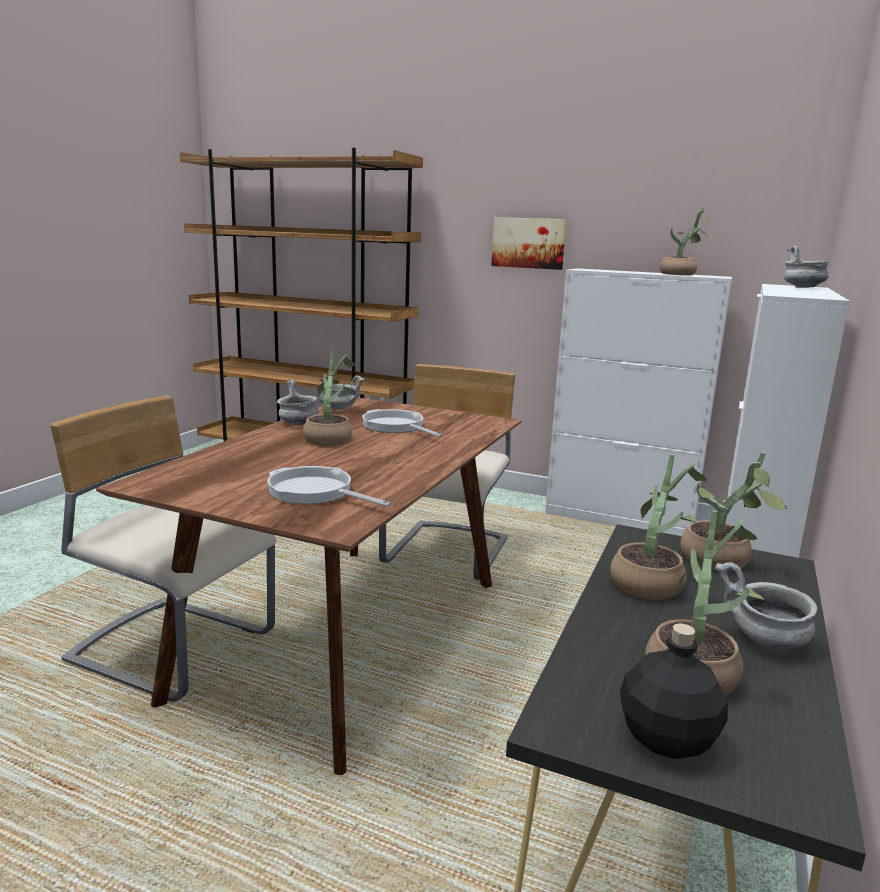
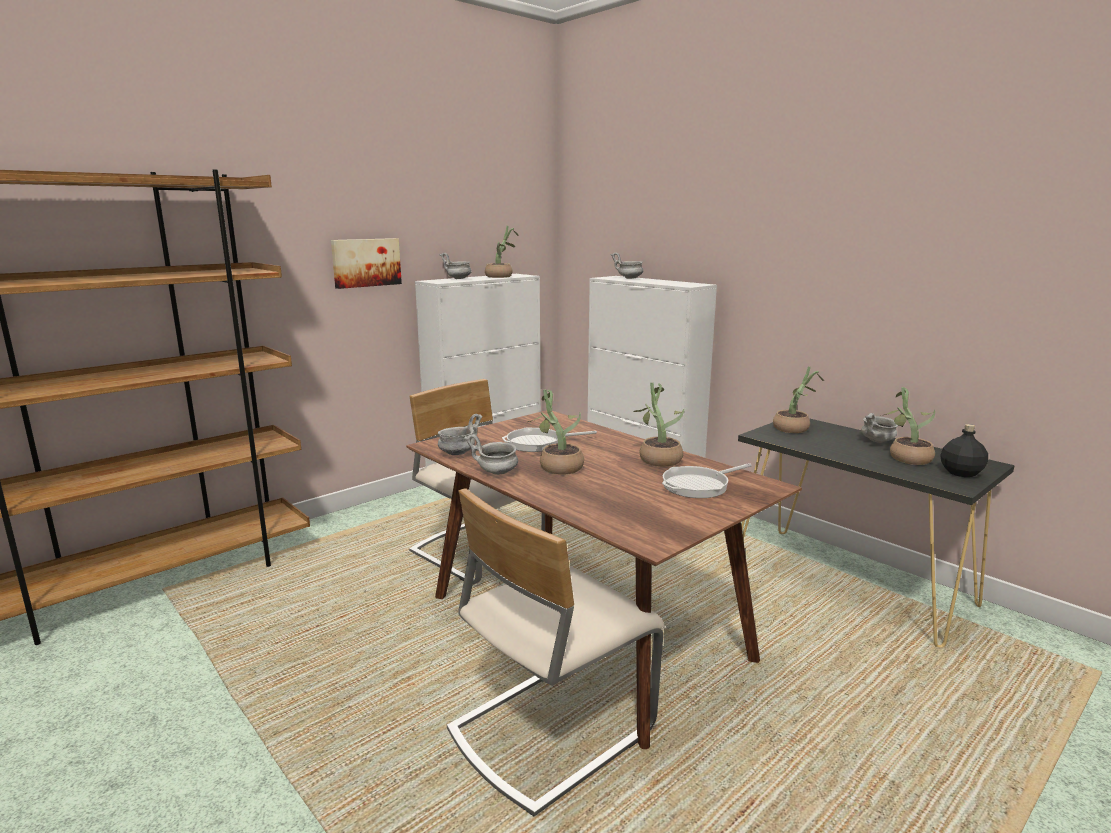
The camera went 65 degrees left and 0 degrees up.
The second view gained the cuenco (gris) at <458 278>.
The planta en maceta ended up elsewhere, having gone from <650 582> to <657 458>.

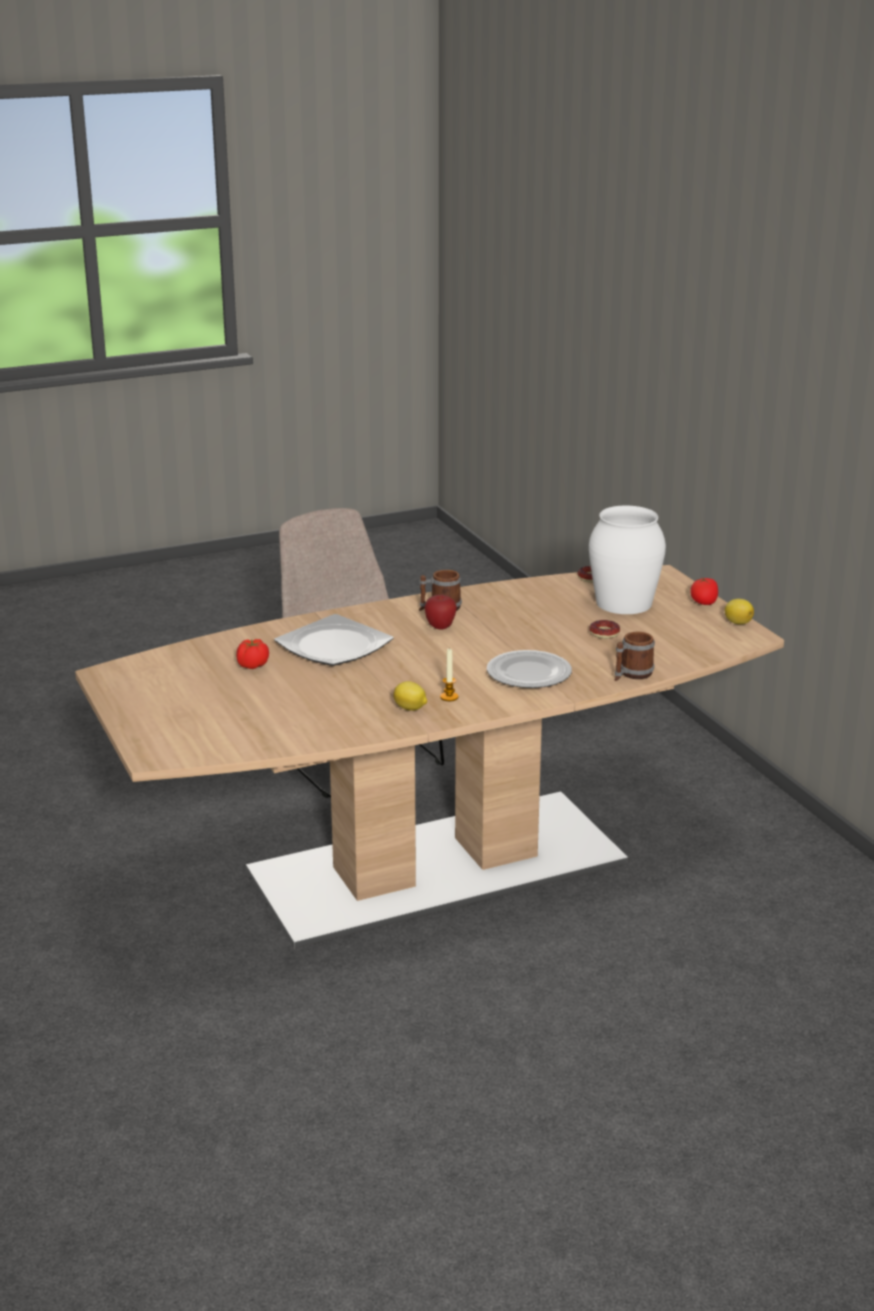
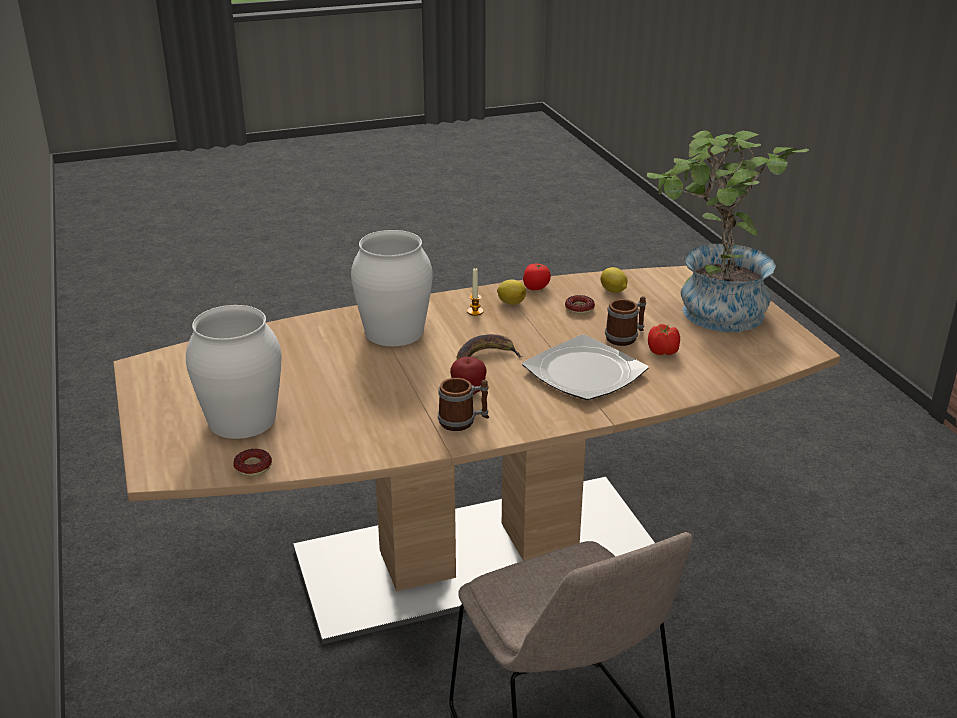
The camera went 175 degrees left and 5 degrees up.
Where the plato stood at <529 674>, the florero (blanco) came to stand at <394 331>.
The second view gained the plátano at <486 356>.
The tomate ended up elsewhere, having gone from <704 603> to <536 287>.
The rosquilla ended up elsewhere, having gone from <604 633> to <579 308>.
The limón ended up elsewhere, having gone from <737 622> to <613 291>.
The taza grande ended up elsewhere, having gone from <631 675> to <626 337>.
The second view gained the planta en maceta at <711 314>.

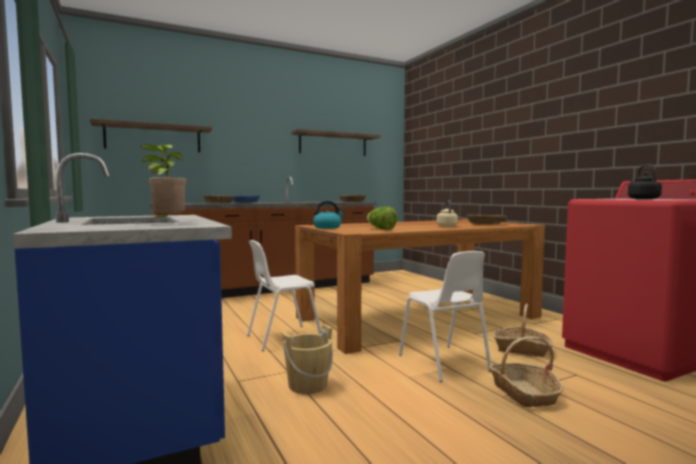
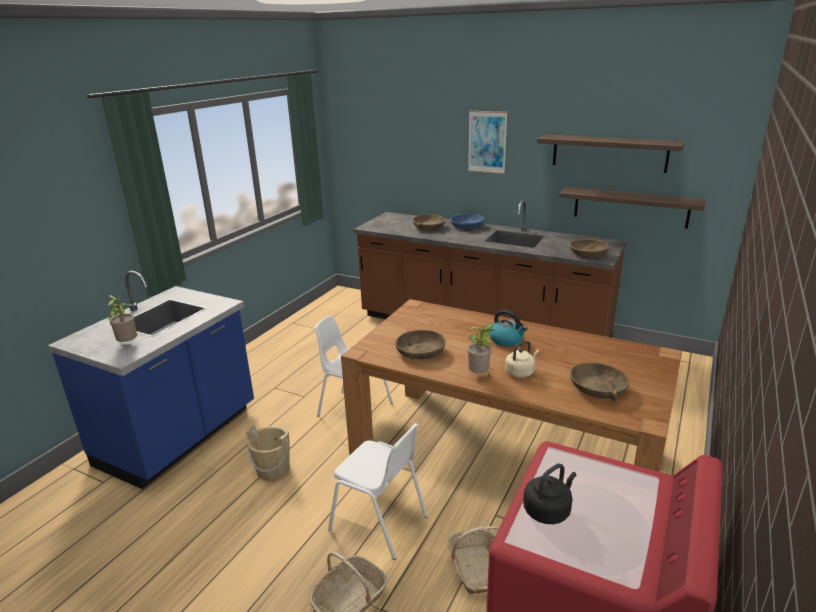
The camera went 55 degrees right and 20 degrees up.
The silla (blanco) at <444 363> ended up facing another way, 90 degrees counterclockwise from before.
Where the lechuga stood at <381 229>, the cuenco (marrón) came to stand at <420 352>.
The second view gained the planta en maceta at <479 375>.
The second view gained the cuadro at <487 142>.
The hervidor ended up elsewhere, having gone from <327 227> to <507 340>.
The estante ended up elsewhere, having gone from <153 138> to <630 207>.

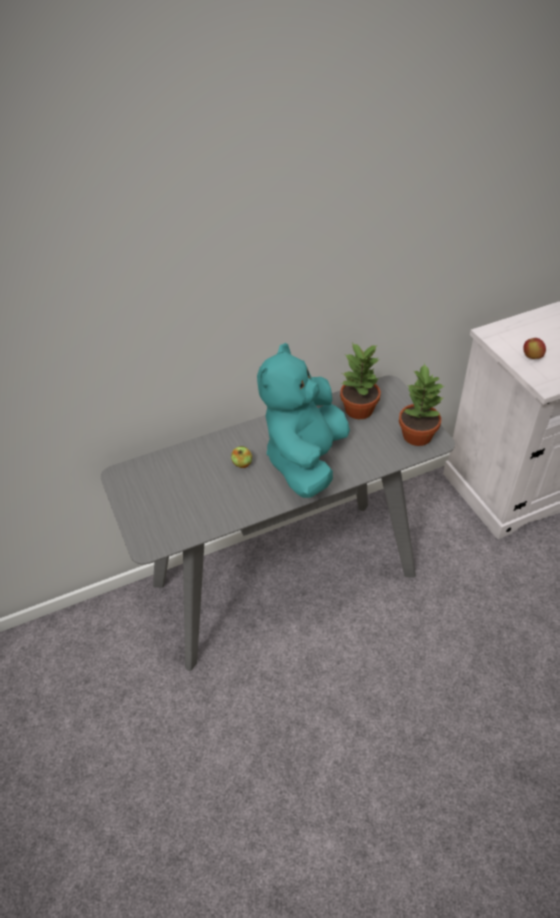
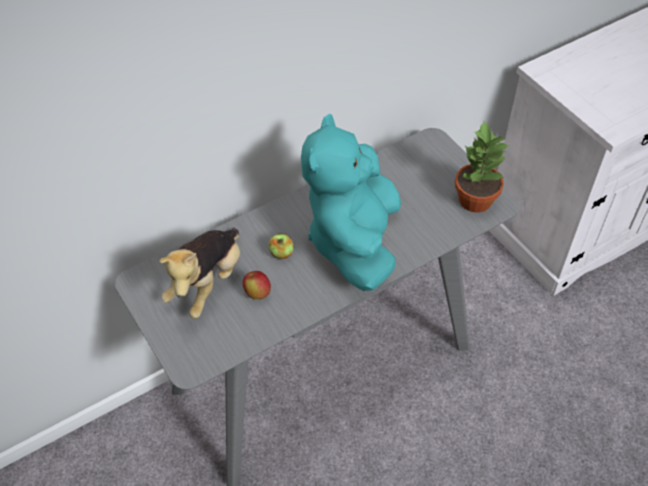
The camera went 10 degrees left and 5 degrees up.
The second view gained the peluche at <207 283>.
The manzana ended up elsewhere, having gone from <532 357> to <257 293>.
The second view lost the planta en maceta at <359 410>.

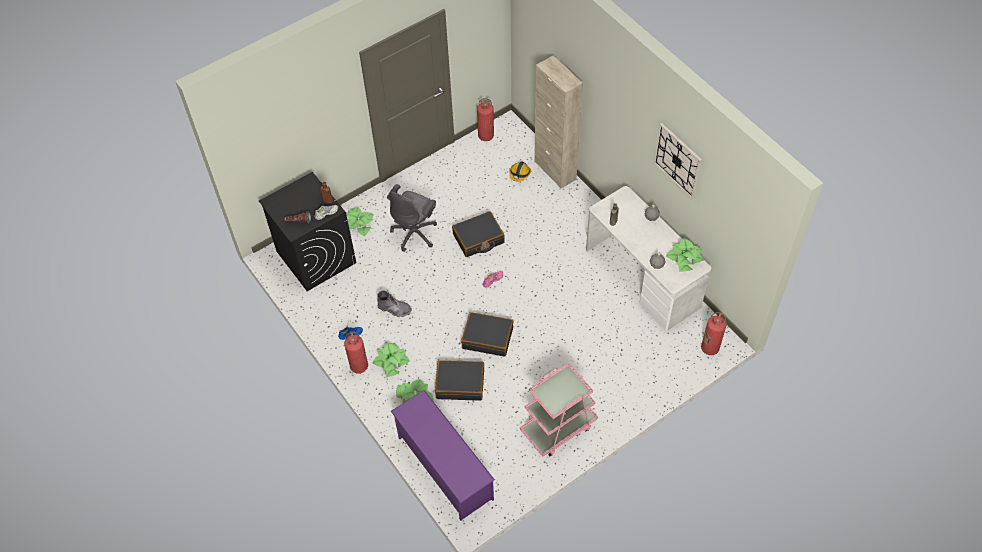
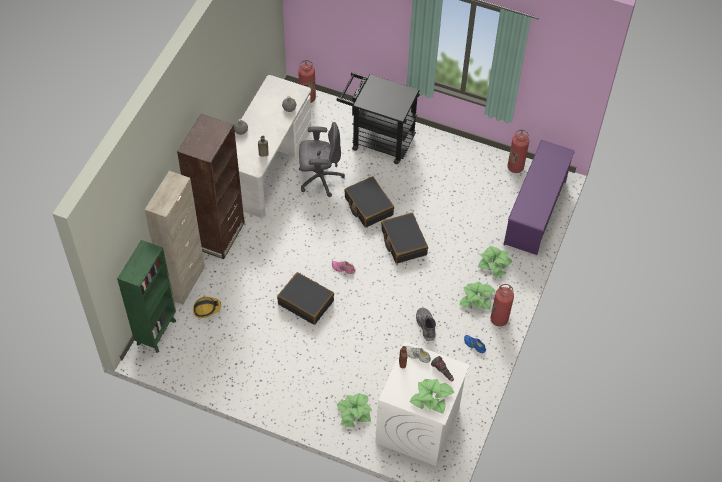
The camera went 125 degrees left and 0 degrees up.
The second view gained the estantería (verde) at <157 331>.
The second view gained the estantería (marrón) at <219 235>.
The silla de oficina (gris) ended up elsewhere, having gone from <415 233> to <319 178>.
The second view gained the carrito (negro) at <377 140>.
The maleta (negro) ended up elsewhere, having gone from <460 384> to <368 206>.
What was the lavadora (negro) at <315 256> turned into the lavadora (blanco) at <417 426>.
The planta en maceta ended up elsewhere, having gone from <684 258> to <431 398>.
The extintor ended up elsewhere, having gone from <486 136> to <515 167>.
The second view lost the carrito (rosa) at <558 427>.
The second view lost the reloj de pared at <677 160>.

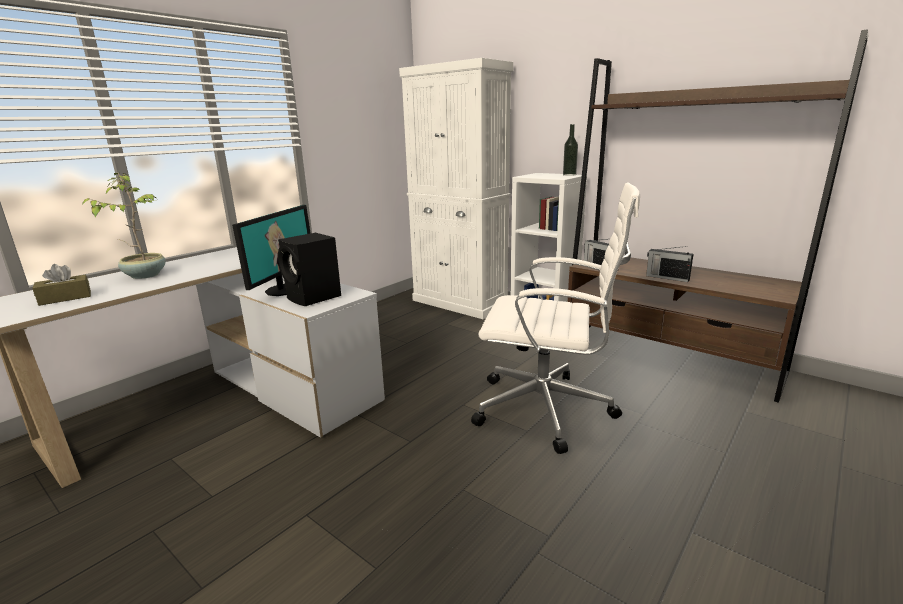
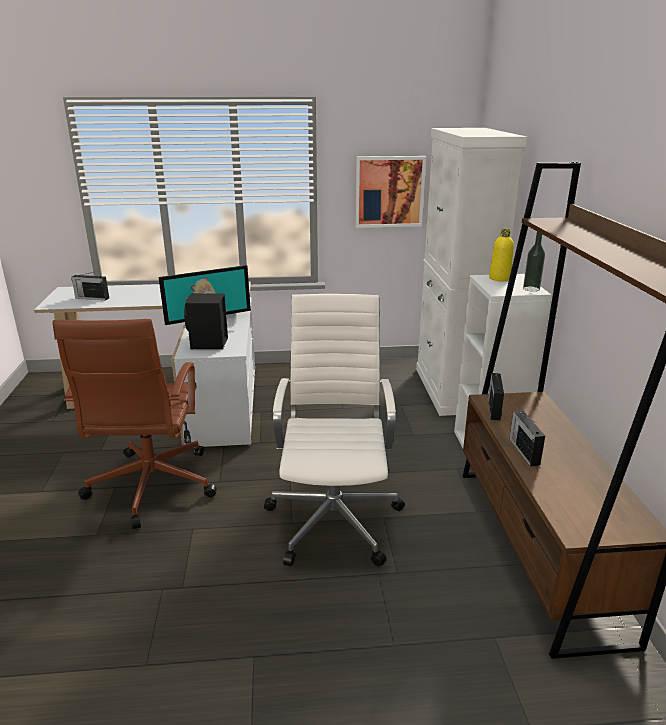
The camera went 45 degrees right and 5 degrees up.
The second view gained the silla de oficina (marrón) at <151 487>.
Where the caja de pañuelos (marrón) stood at <65 298>, the radio came to stand at <91 298>.
The silla de oficina (blanco) at <547 409> ended up facing another way, 150 degrees counterclockwise from before.
The second view gained the cuadro at <389 191>.
The second view gained the botella (amarillo) at <499 278>.
The second view lost the planta en maceta at <144 275>.

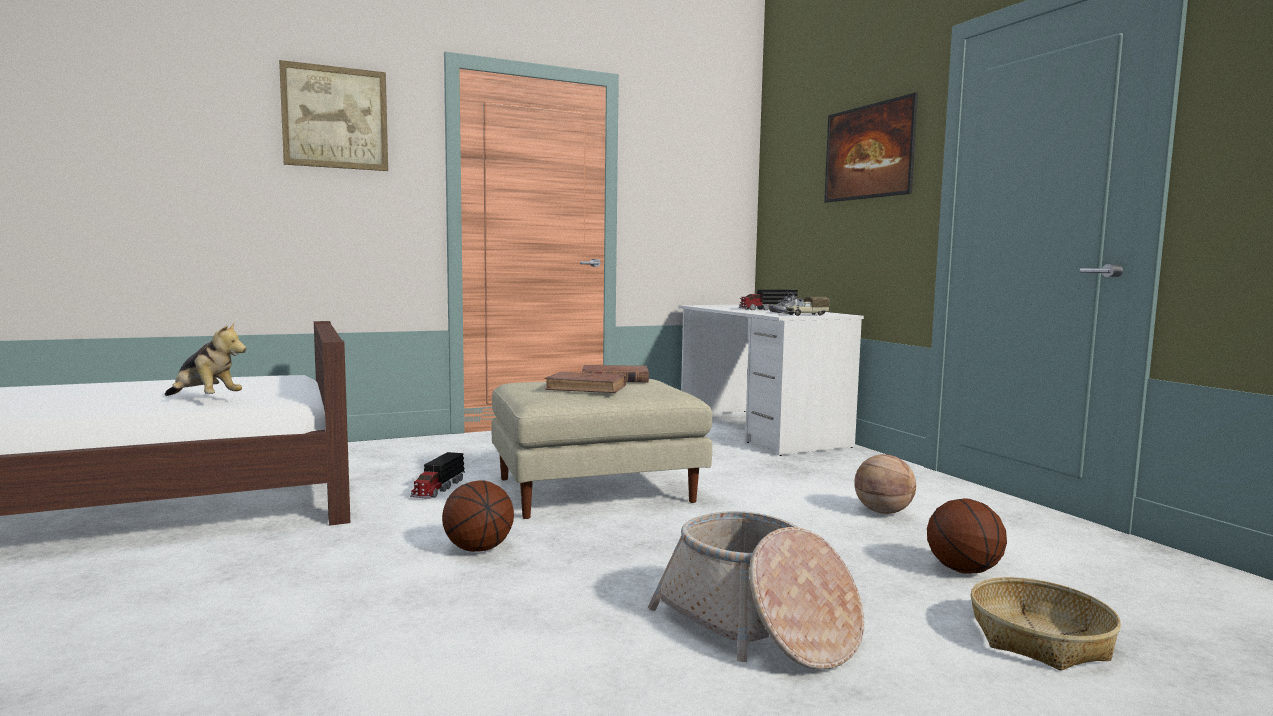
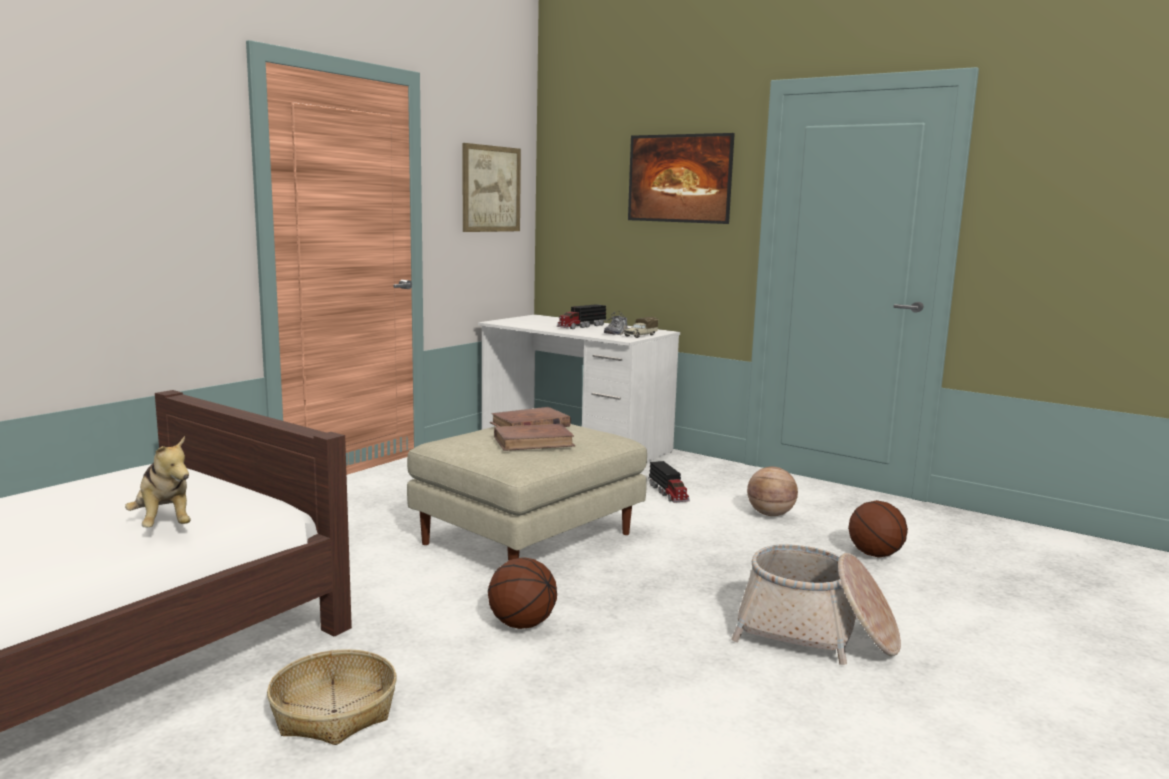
The camera went 30 degrees left and 5 degrees up.
The peluche at <205 400> ended up facing another way, 60 degrees clockwise from before.
The cesta ended up elsewhere, having gone from <1040 639> to <334 711>.
The cuadro ended up elsewhere, having gone from <335 118> to <491 189>.
The camión de juguete ended up elsewhere, having gone from <438 488> to <668 493>.

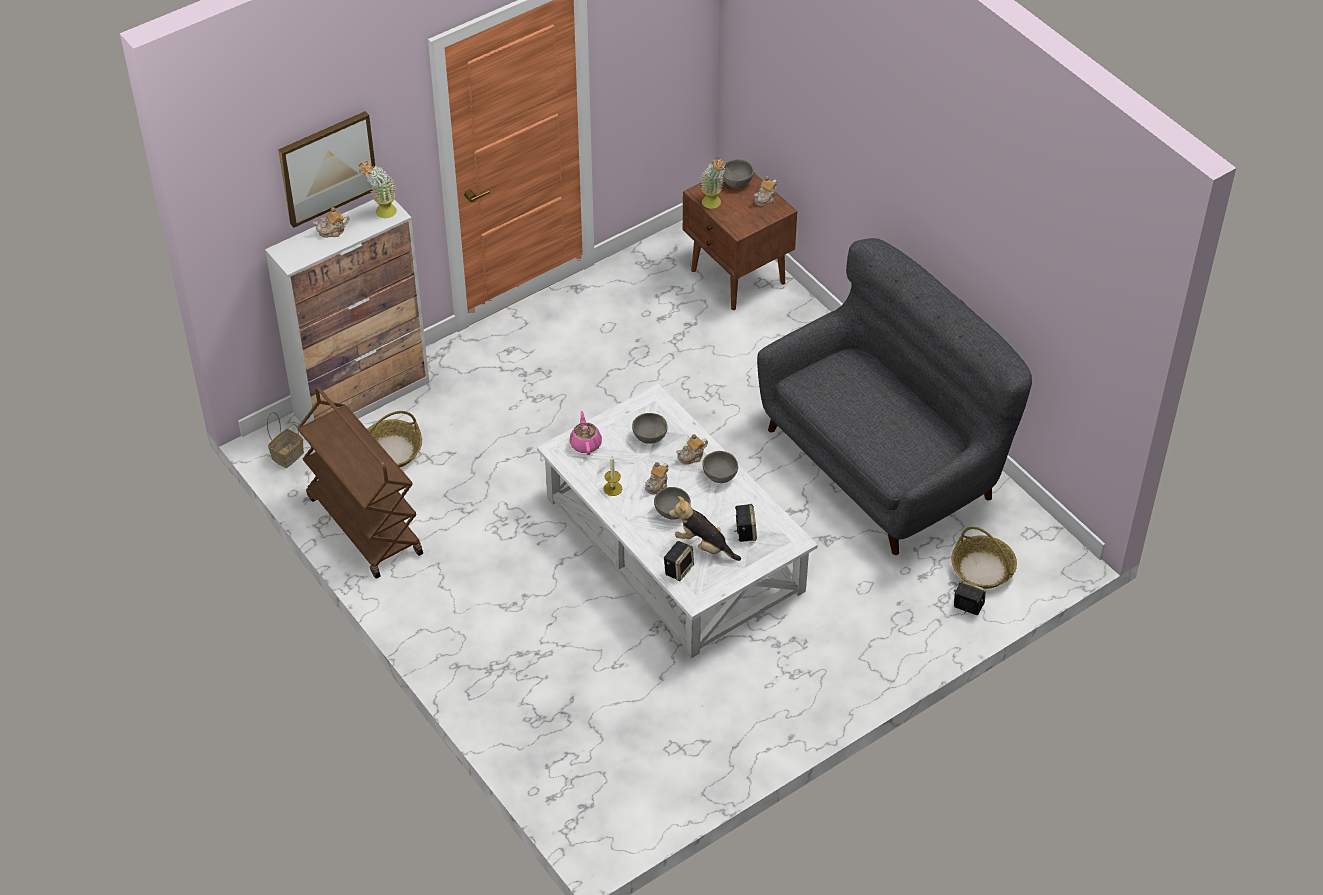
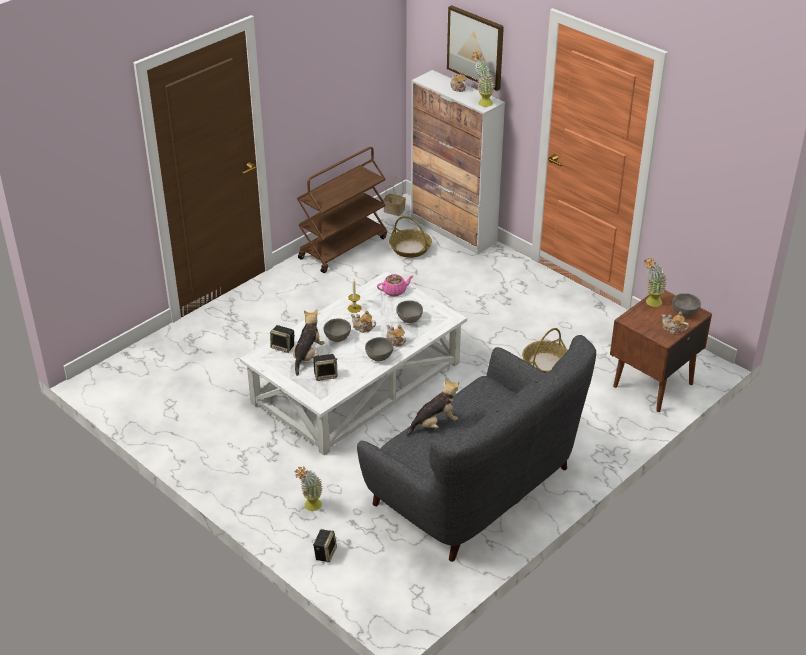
The camera went 80 degrees right and 10 degrees down.
The second view gained the planta en maceta at <310 507>.
The second view gained the peluche at <434 424>.
The cesta ended up elsewhere, having gone from <983 569> to <545 363>.

